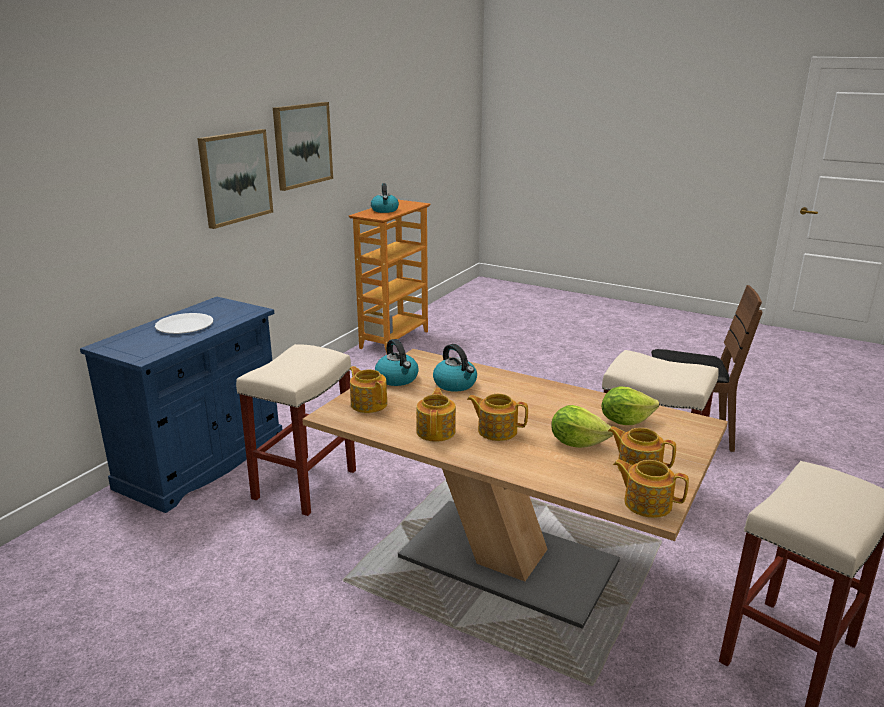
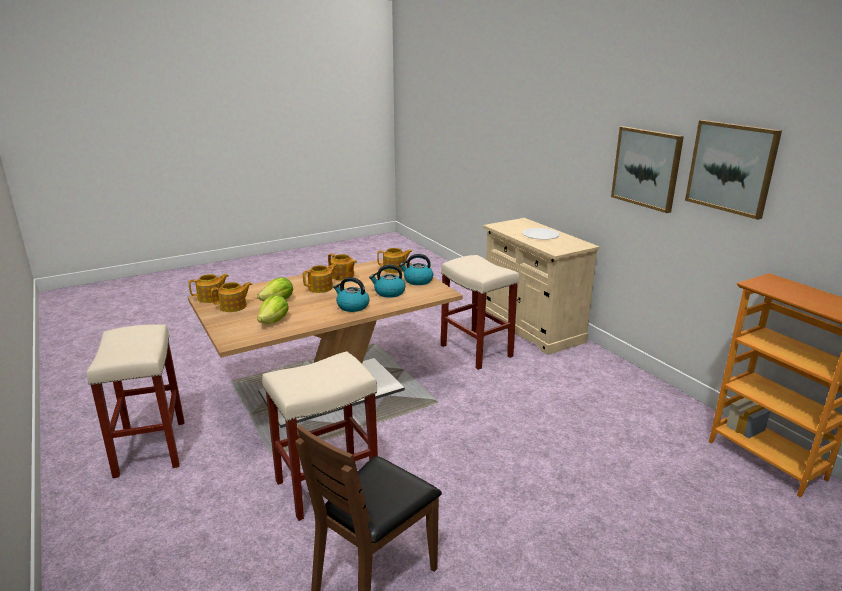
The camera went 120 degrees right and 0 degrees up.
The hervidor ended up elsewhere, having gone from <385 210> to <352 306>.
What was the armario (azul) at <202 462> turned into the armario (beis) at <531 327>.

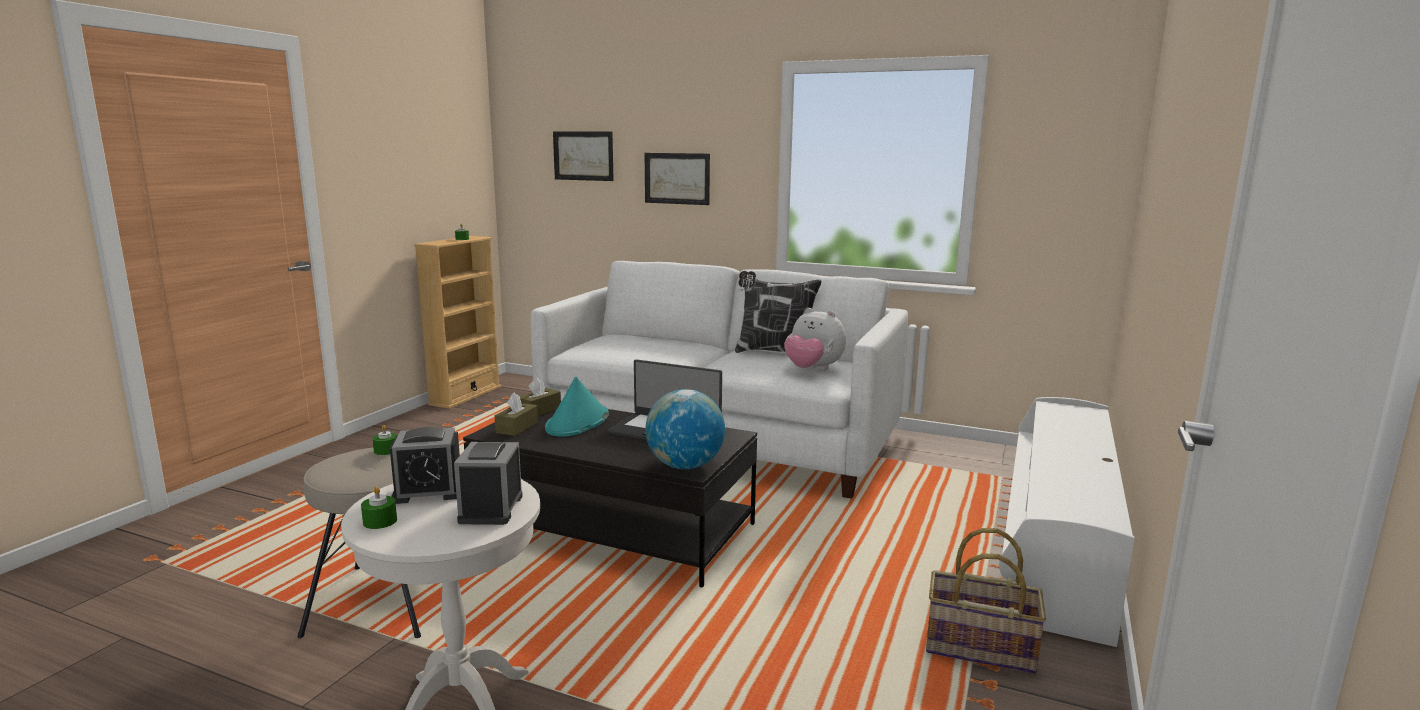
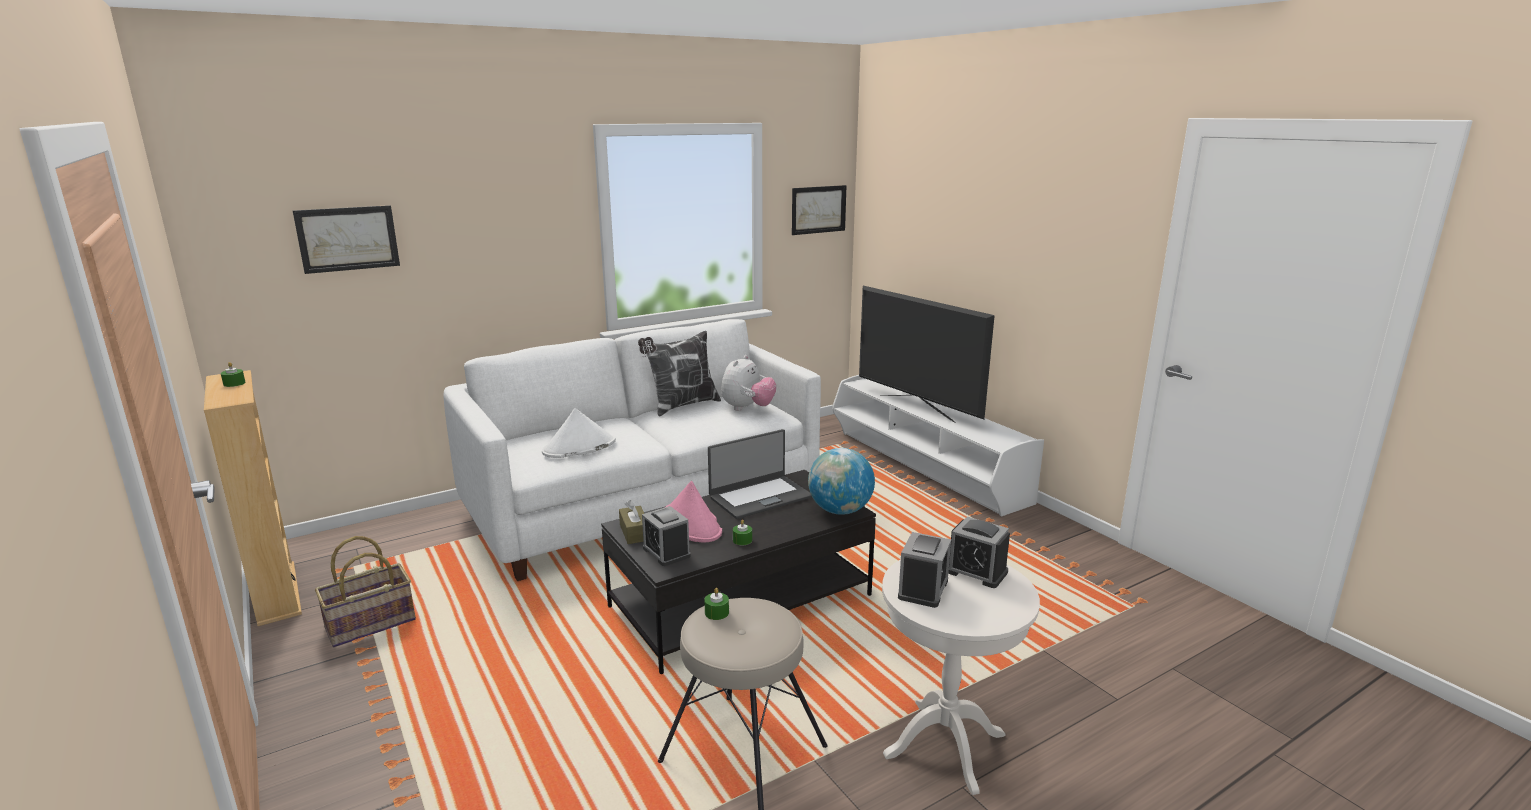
The camera went 55 degrees left and 5 degrees up.
The cesta ended up elsewhere, having gone from <979 648> to <370 624>.
The second view gained the sombrero (blanco) at <579 447>.
Where the caja de pañuelos (marrón) stood at <517 427>, the despertador came to stand at <666 552>.
What was the sombrero (turquesa) at <577 422> turned into the sombrero (rosa) at <691 524>.
The peluche at <813 369> ended up facing another way, 45 degrees counterclockwise from before.
The vela (verde) ended up elsewhere, having gone from <380 521> to <742 540>.
The cuadro ended up elsewhere, having gone from <677 178> to <818 209>.
The second view gained the televisor at <917 408>.

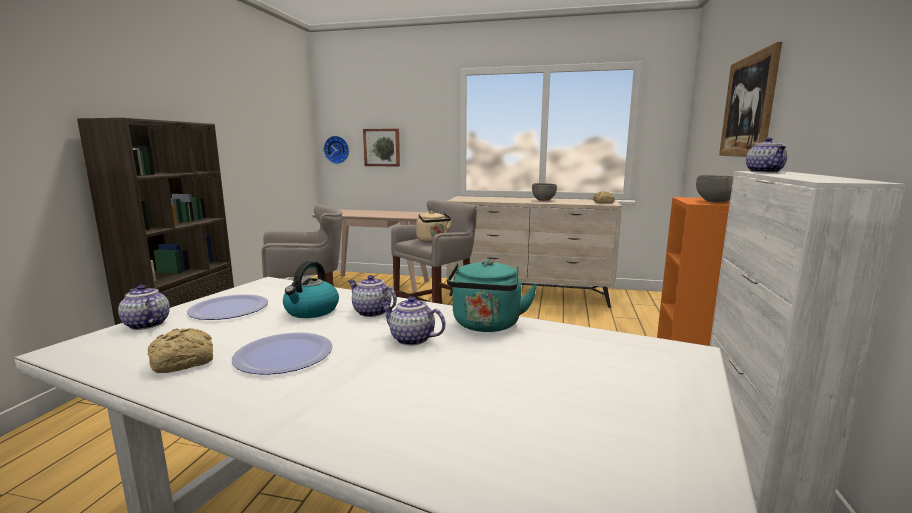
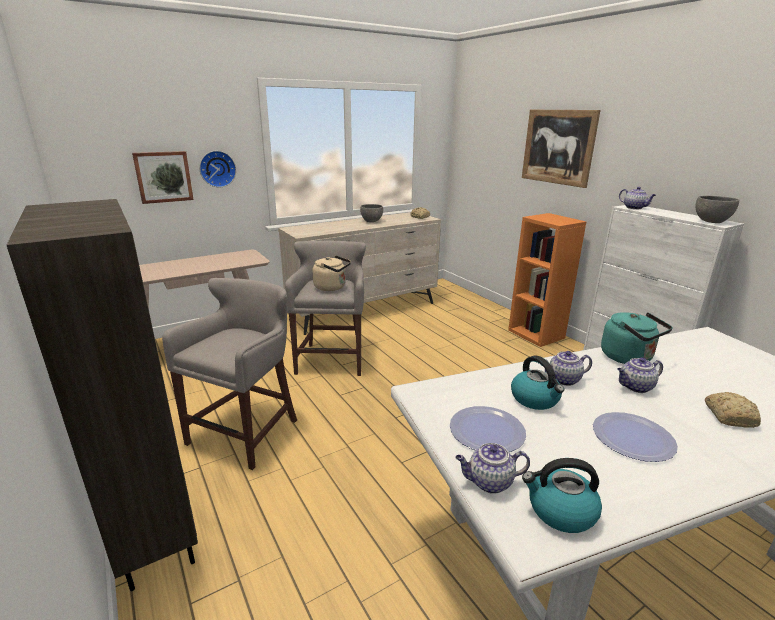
The camera went 45 degrees left and 10 degrees up.
The reloj de pared ended up elsewhere, having gone from <337 150> to <217 168>.
The second view gained the hervidor at <560 511>.
The cuenco (gris) ended up elsewhere, having gone from <716 201> to <711 221>.
The pan ended up elsewhere, having gone from <185 362> to <730 416>.

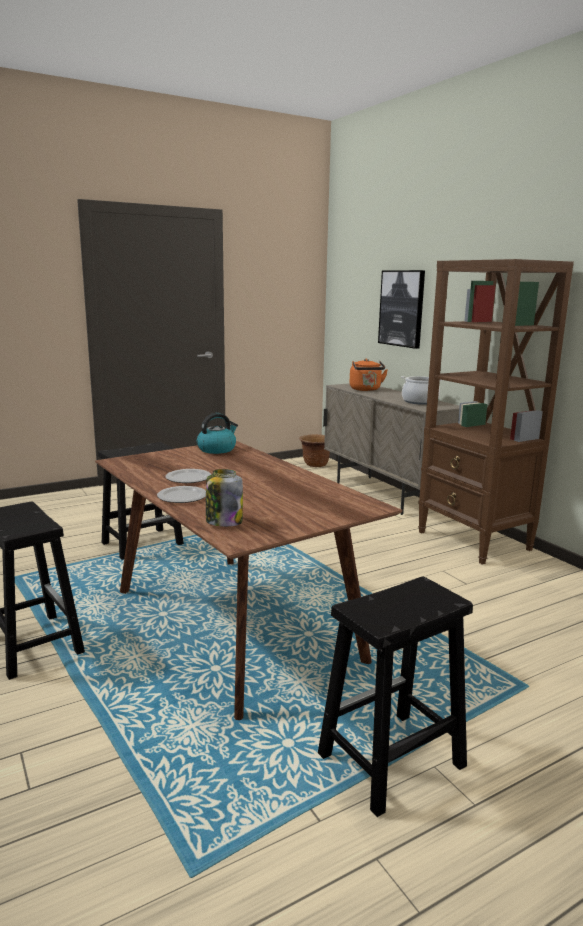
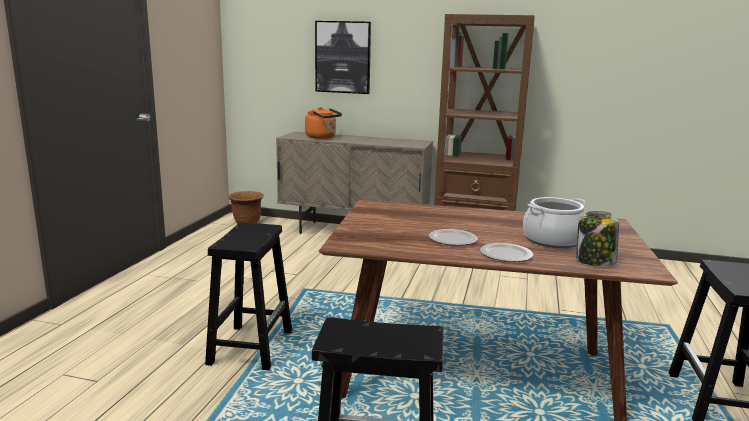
The camera went 45 degrees left and 0 degrees up.
The olla ended up elsewhere, having gone from <420 401> to <552 240>.
The second view lost the hervidor at <217 449>.

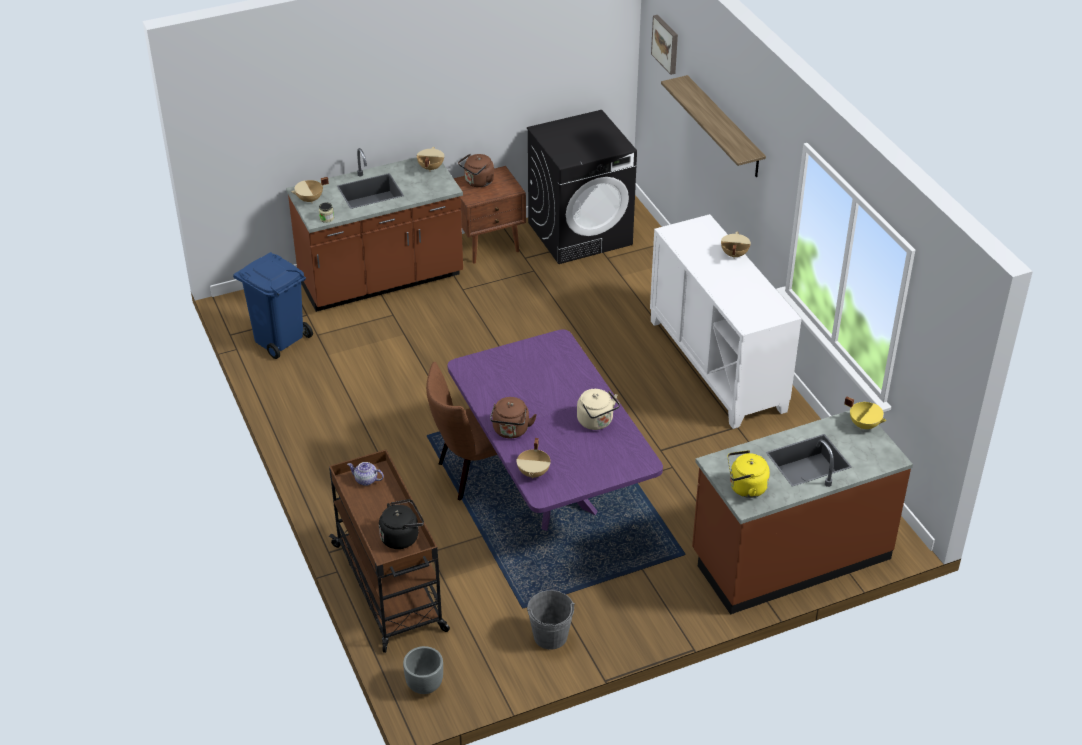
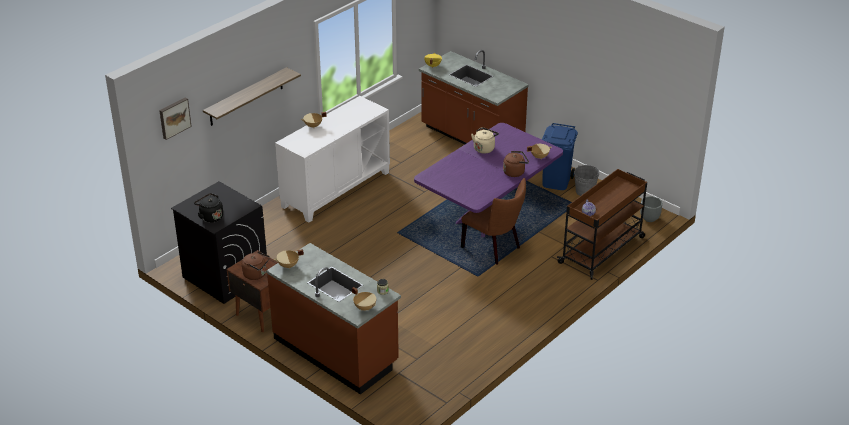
The camera went 115 degrees left and 5 degrees down.
The hervidor (negro) ended up elsewhere, having gone from <402 537> to <210 217>.
The papelera (azul) ended up elsewhere, having gone from <279 339> to <555 181>.
The second view lost the hervidor (amarillo) at <745 488>.

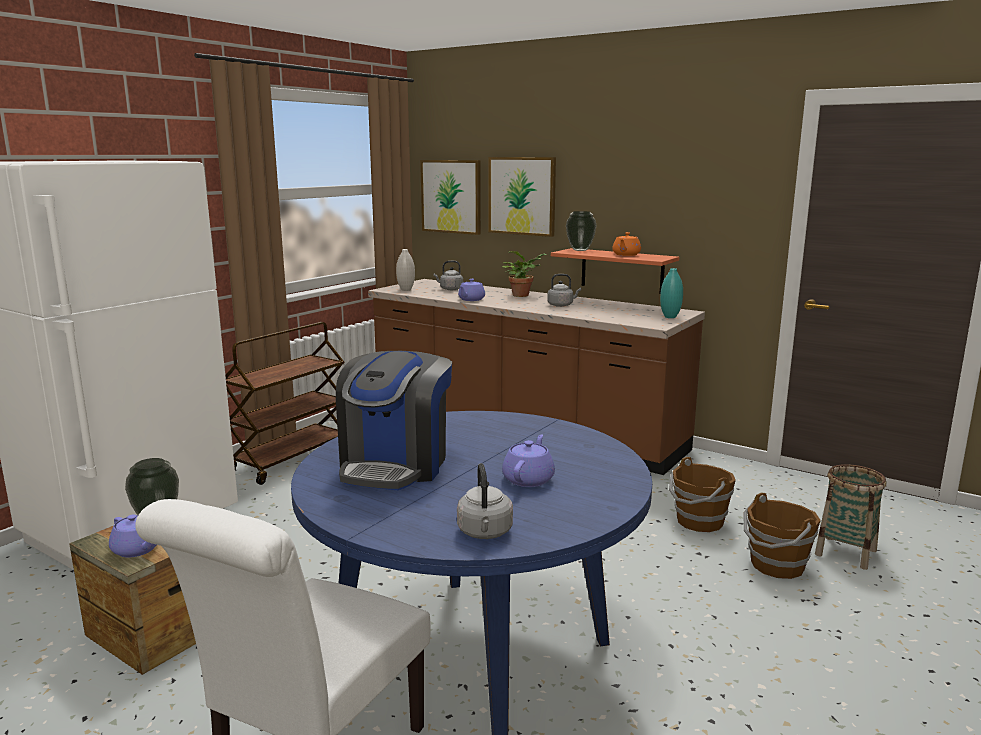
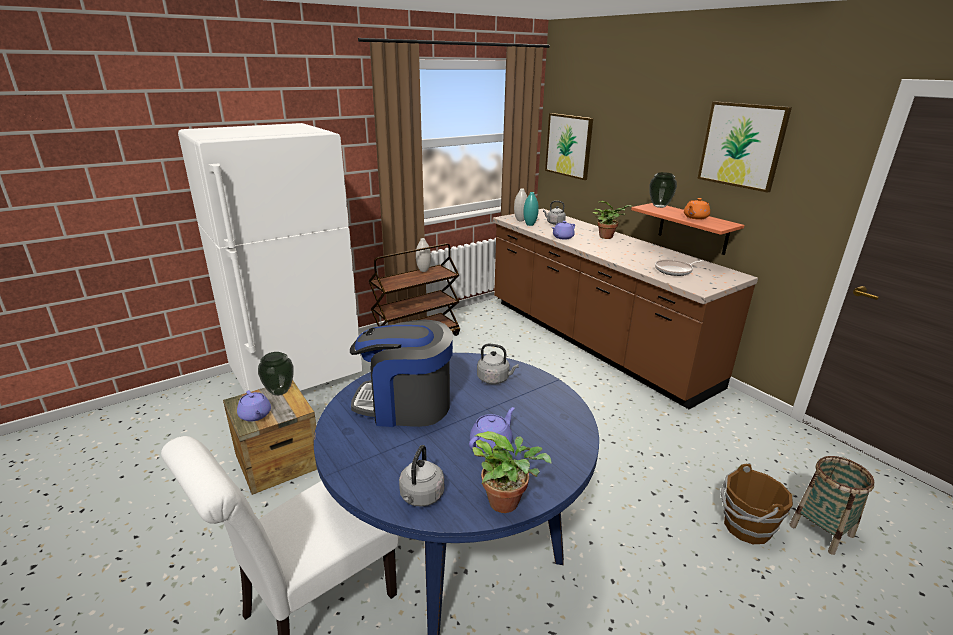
The camera went 20 degrees right and 10 degrees up.
The cafetera at <395 465> ended up facing another way, 60 degrees clockwise from before.
The second view gained the florero (blanco) at <423 270>.
The second view gained the planta en maceta at <508 502>.
The hervidor (gris) ended up elsewhere, having gone from <561 305> to <495 379>.
The florero (turquesa) ended up elsewhere, having gone from <670 317> to <530 224>.
The second view gained the sartén at <675 270>.
The cuadro ended up elsewhere, having gone from <522 196> to <742 145>.
The second view lost the cubo (marrón) at <698 522>.

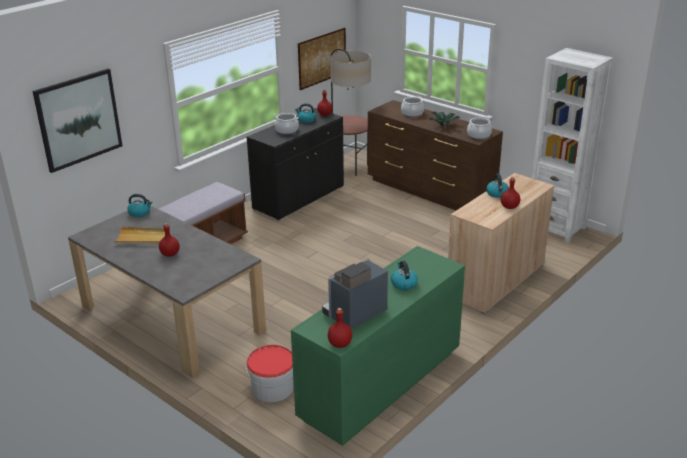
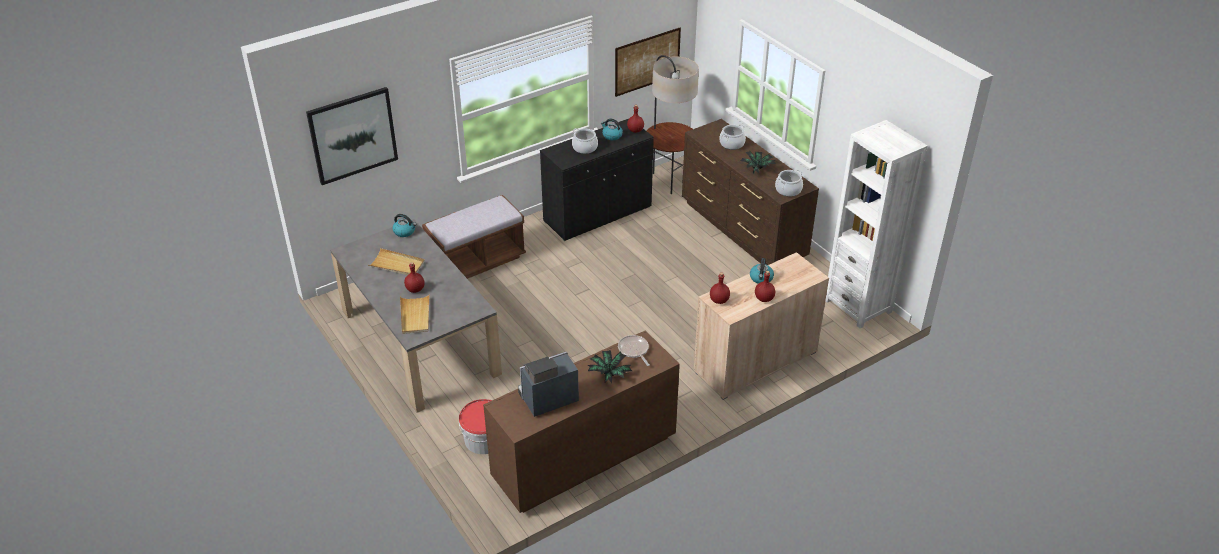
The camera went 15 degrees right and 10 degrees up.
The second view gained the bandeja (beis) at <415 316>.
What was the cómoda (verde) at <380 386> turned into the cómoda (marrón) at <583 459>.
Where the hervidor stood at <403 284>, the planta en maceta came to stand at <609 374>.
The second view gained the sartén at <634 350>.
The botella (rojo) ended up elsewhere, having gone from <339 344> to <719 300>.

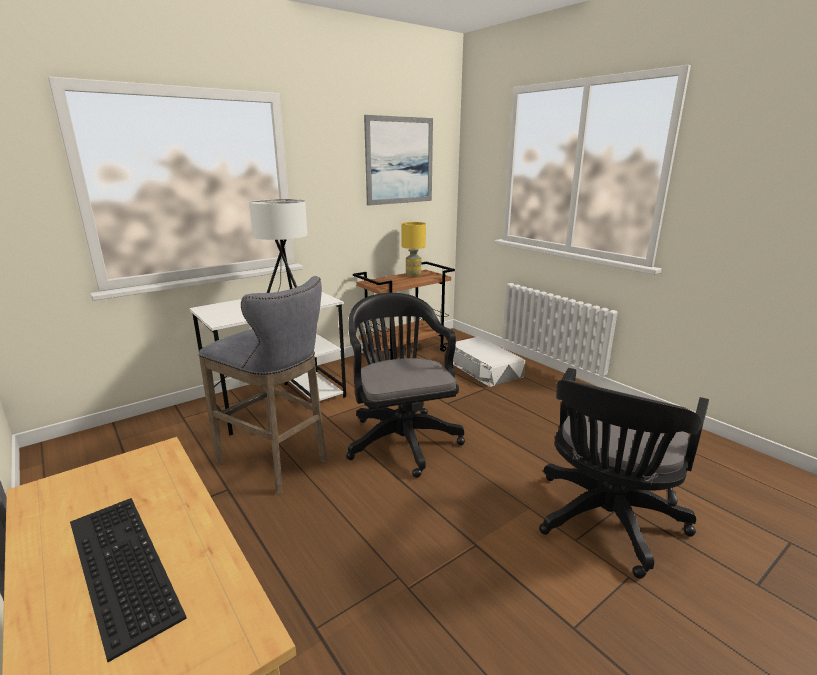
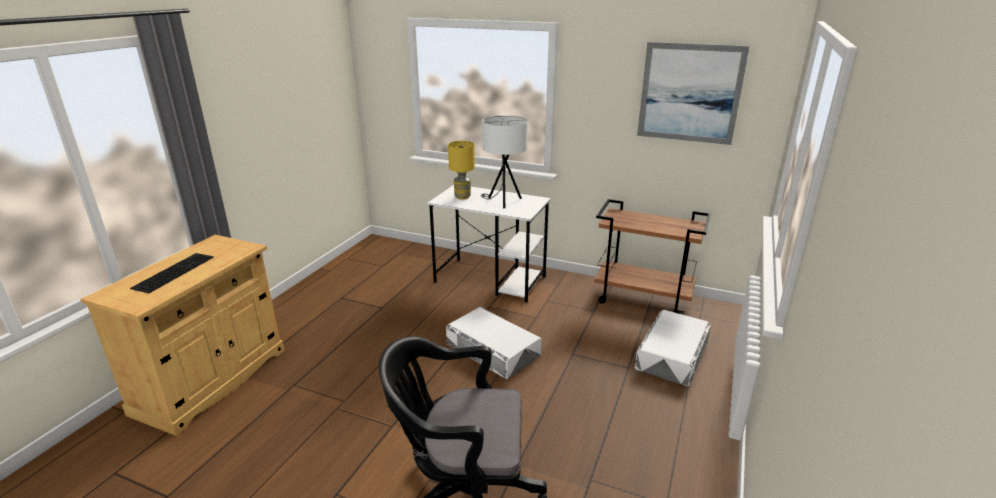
The camera went 60 degrees right and 5 degrees up.
Where the silla de oficina (negro) stood at <401 438>, the caja de almacenaje (blanco) came to stand at <493 349>.
The lámpara de mesa (amarillo) ended up elsewhere, having gone from <413 275> to <462 197>.
The second view lost the taburete (gris) at <277 462>.

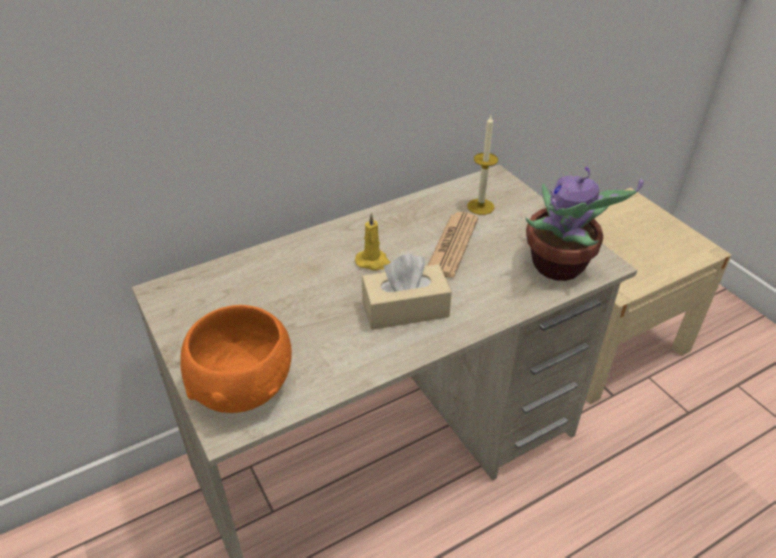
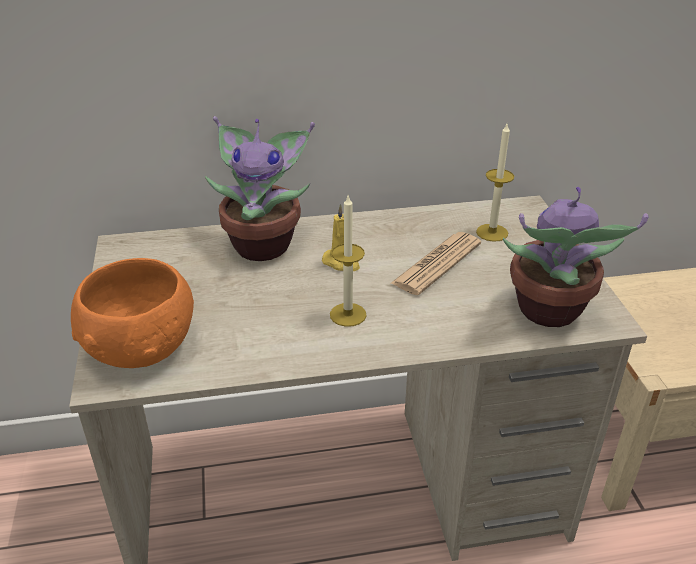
The camera went 20 degrees right and 5 degrees down.
The second view gained the planta en maceta at <264 244>.
Where the caja de pañuelos (beis) stood at <405 309>, the vela came to stand at <348 314>.

